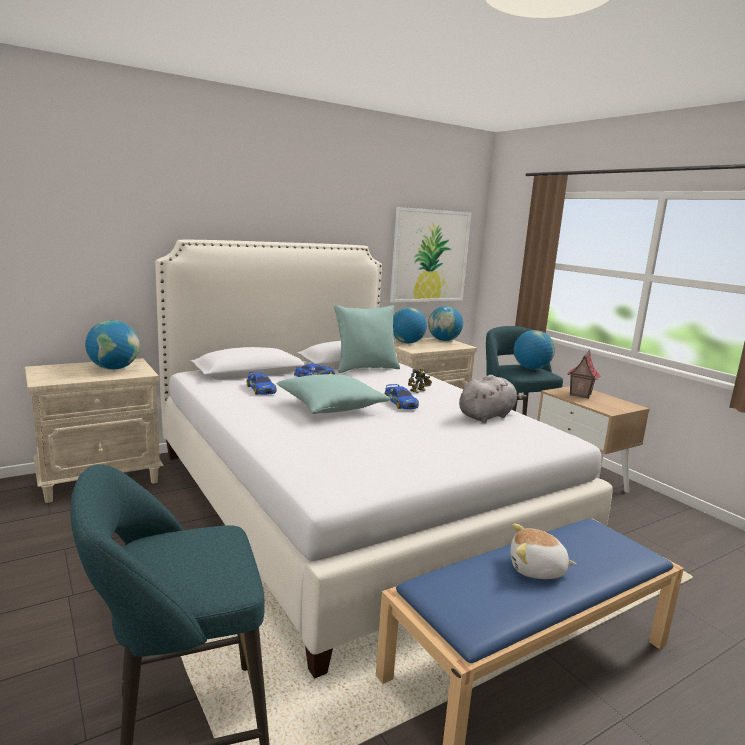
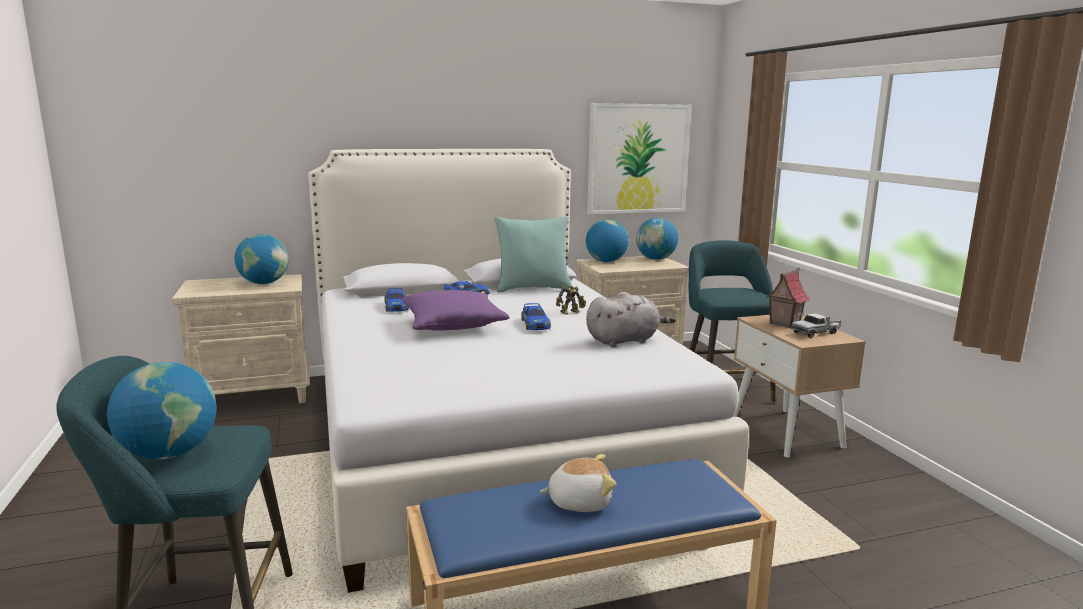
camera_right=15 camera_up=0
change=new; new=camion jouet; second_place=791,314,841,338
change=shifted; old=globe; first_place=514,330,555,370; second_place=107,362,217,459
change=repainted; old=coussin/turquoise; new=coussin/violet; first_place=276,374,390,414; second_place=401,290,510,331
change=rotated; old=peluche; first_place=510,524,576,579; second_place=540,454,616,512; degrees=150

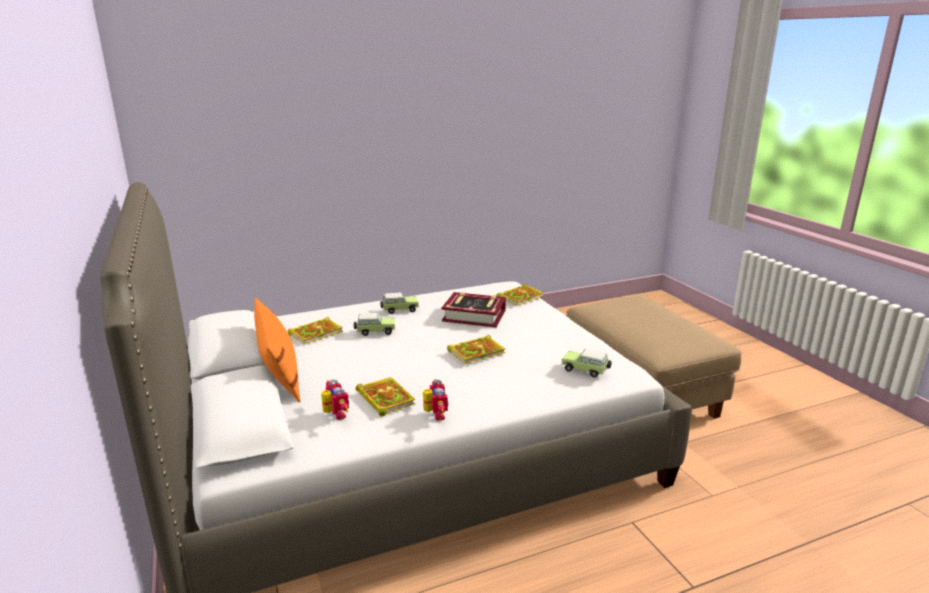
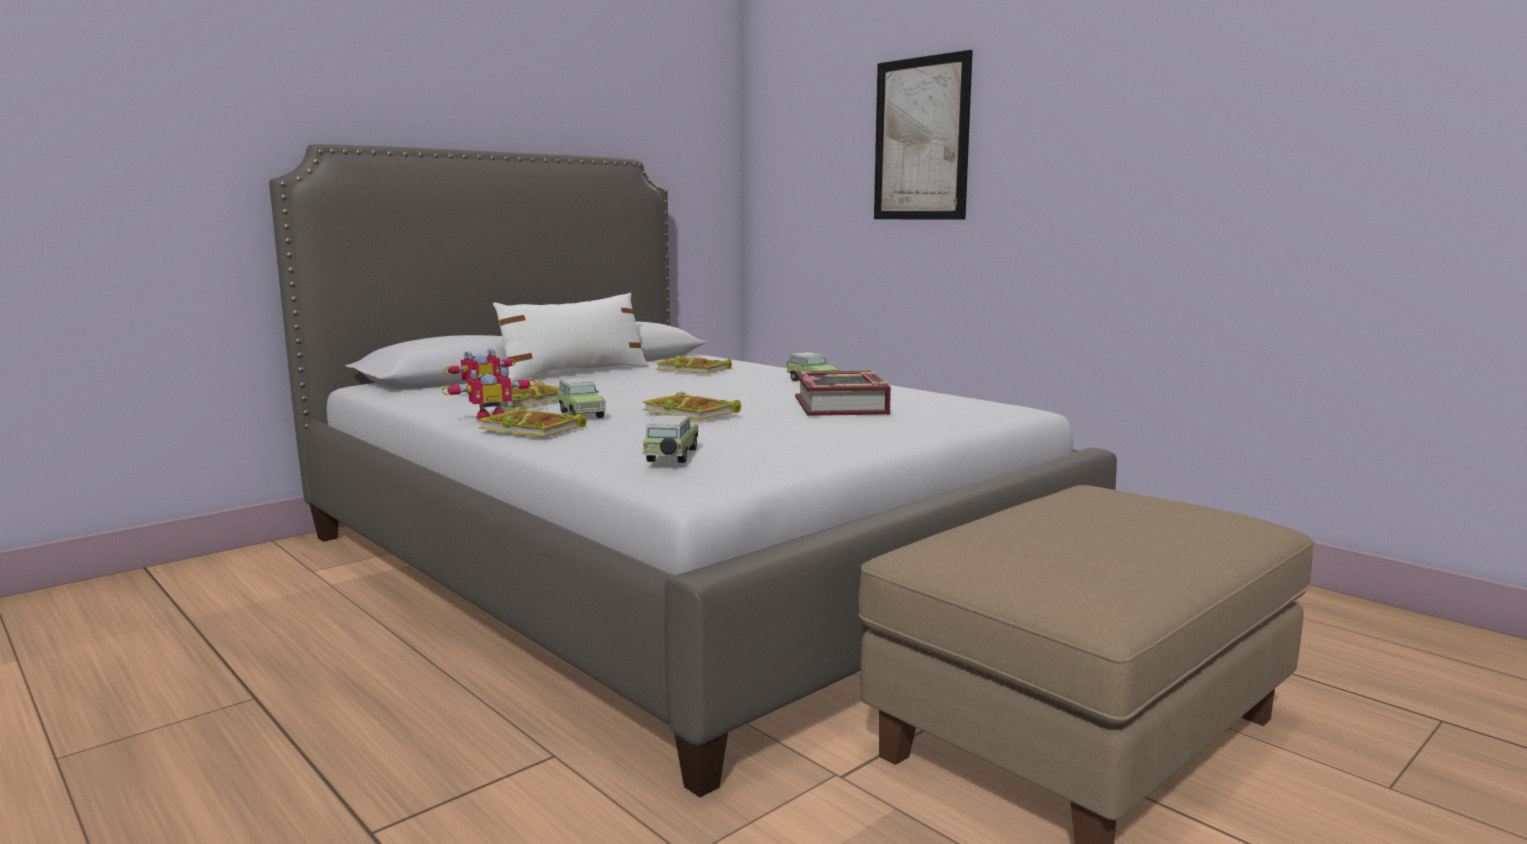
camera_right=70 camera_up=-10
change=new; new=tableau; second_place=874,50,973,220
change=shifted; old=petite voiture; first_place=354,313,395,336; second_place=557,378,606,418
change=shifted; old=livre; first_place=496,284,544,306; second_place=478,407,587,437
change=repainted; old=coussin/orange; new=coussin/blanc; first_place=254,298,301,402; second_place=493,292,649,383

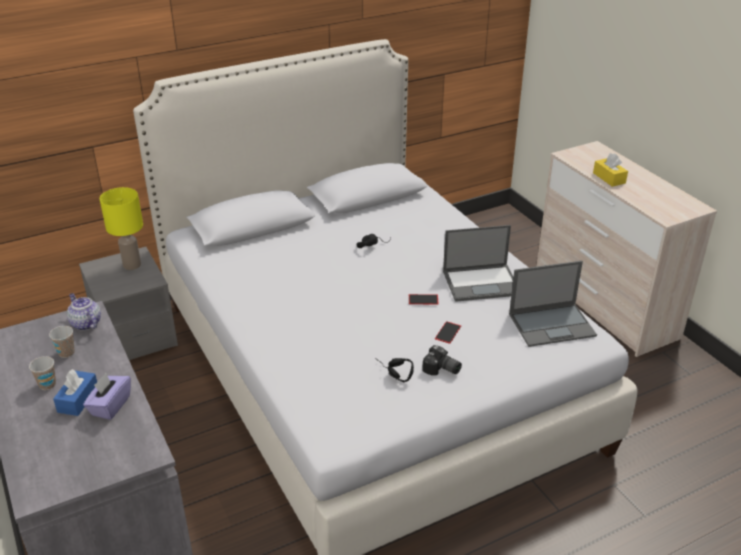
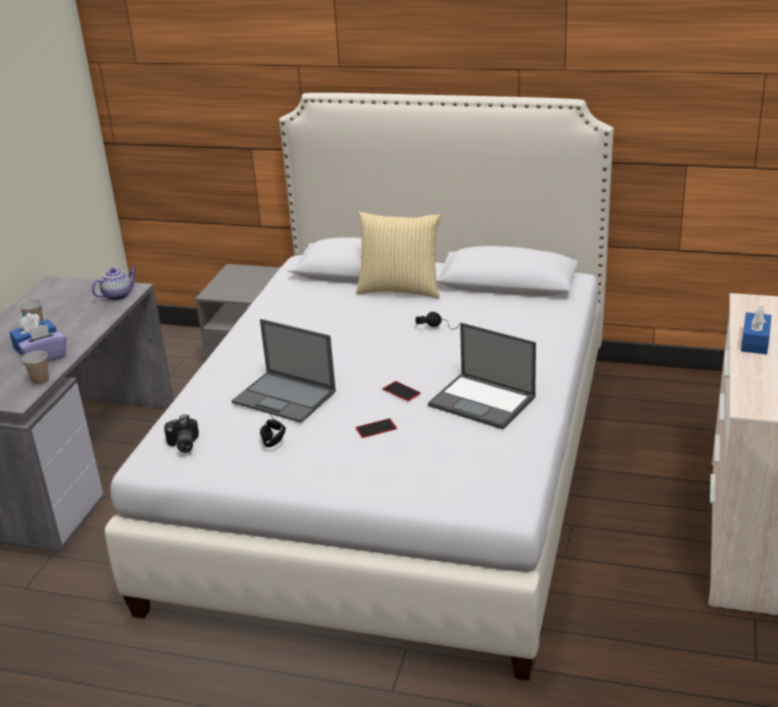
camera_right=45 camera_up=-5
change=gone; old=lampe de table/jaune; first_place=100,187,143,270
change=new; new=coussin; second_place=356,212,442,298
change=shifted; old=tasse; first_place=49,326,75,358; second_place=22,351,49,385
change=shifted; old=appareil photo; first_place=422,345,462,376; second_place=164,414,199,453
change=shifted; old=ordinateur portable; first_place=509,261,597,347; second_place=232,319,336,423
change=repainted; old=boîte à mouchoirs/jaune; new=boîte à mouchoirs/bleu; first_place=593,153,628,187; second_place=741,306,771,354
change=rotated; old=théière; first_place=67,293,101,331; second_place=92,267,136,301; degrees=45

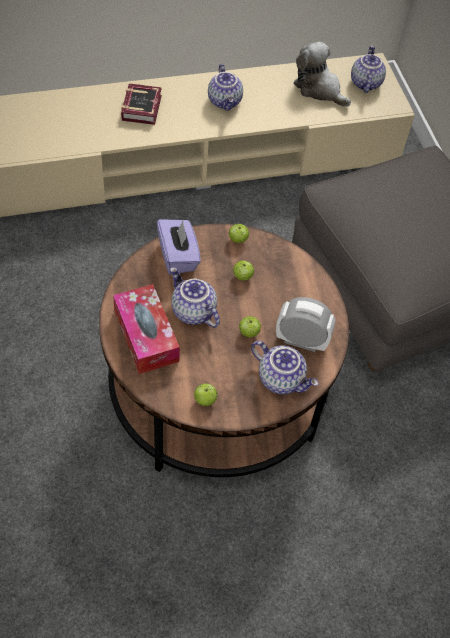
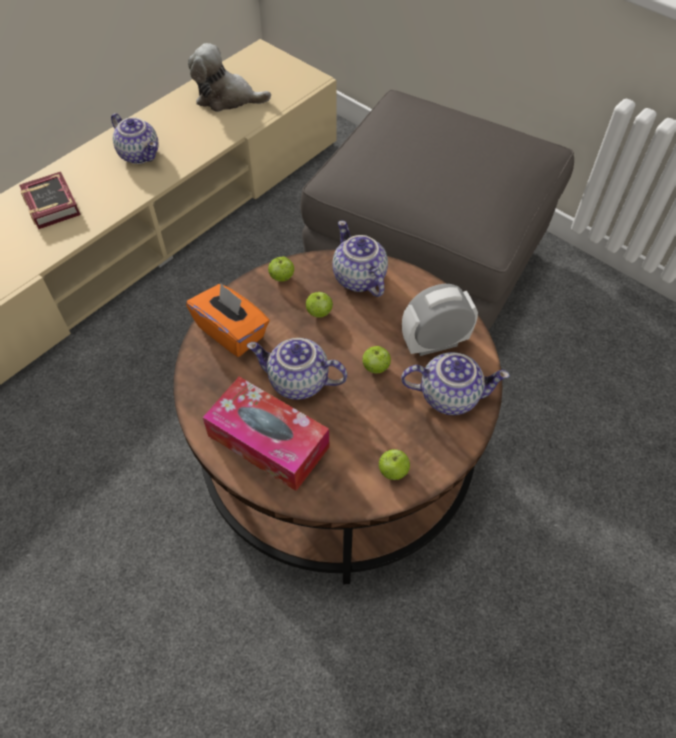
camera_right=-30 camera_up=0
change=shifted; old=théière; first_place=351,45,386,93; second_place=333,220,388,297
change=repainted; old=boîte à mouchoirs/violet; new=boîte à mouchoirs/orange; first_place=157,219,201,275; second_place=186,283,270,357

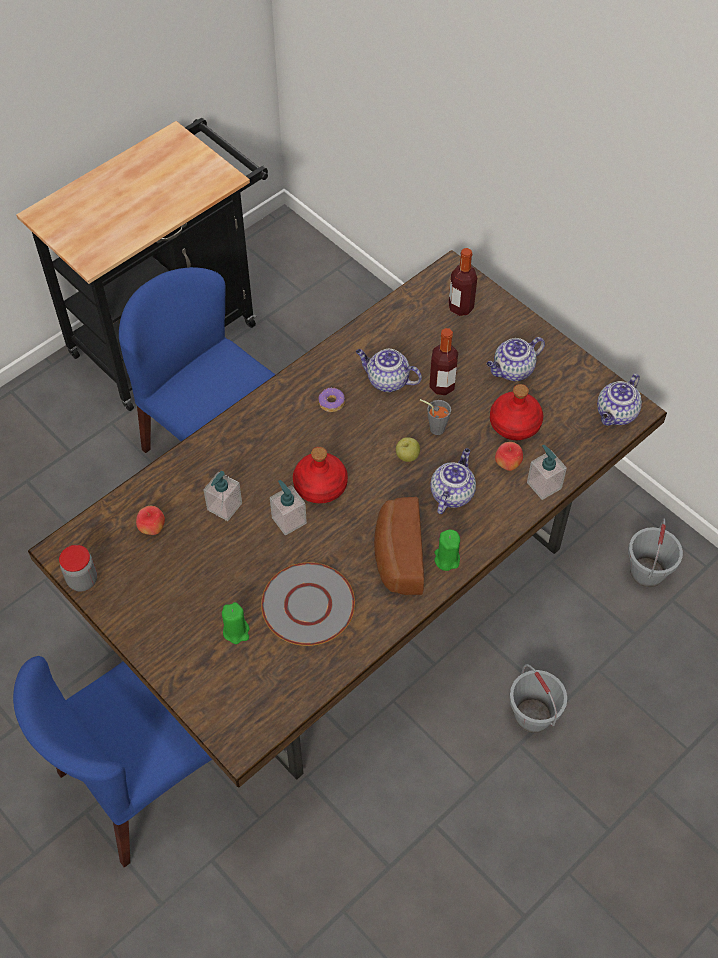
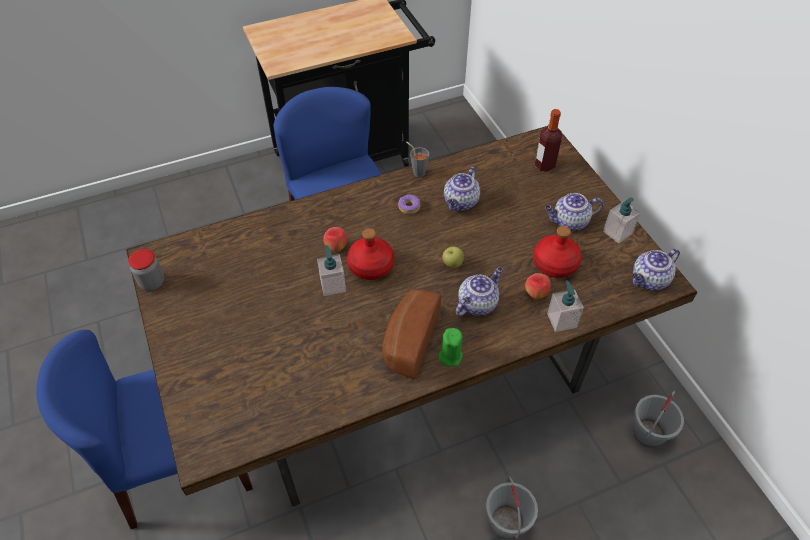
camera_right=20 camera_up=-5
change=gone; old=bougie/vert; first_place=222,602,249,644
change=gone; old=assiette/gris; first_place=261,562,355,646
change=gone; old=bouteille; first_place=429,328,458,395
change=shifted; old=pomme; first_place=136,506,165,535; second_place=323,227,347,252
change=shifted; old=distributeur de savon; first_place=203,471,242,521; second_place=603,197,640,244
change=shifted; old=tasse/gris; first_place=420,399,451,435; second_place=406,141,429,178
change=rotated; old=théière; first_place=356,349,422,392; second_place=444,167,480,211; degrees=-105

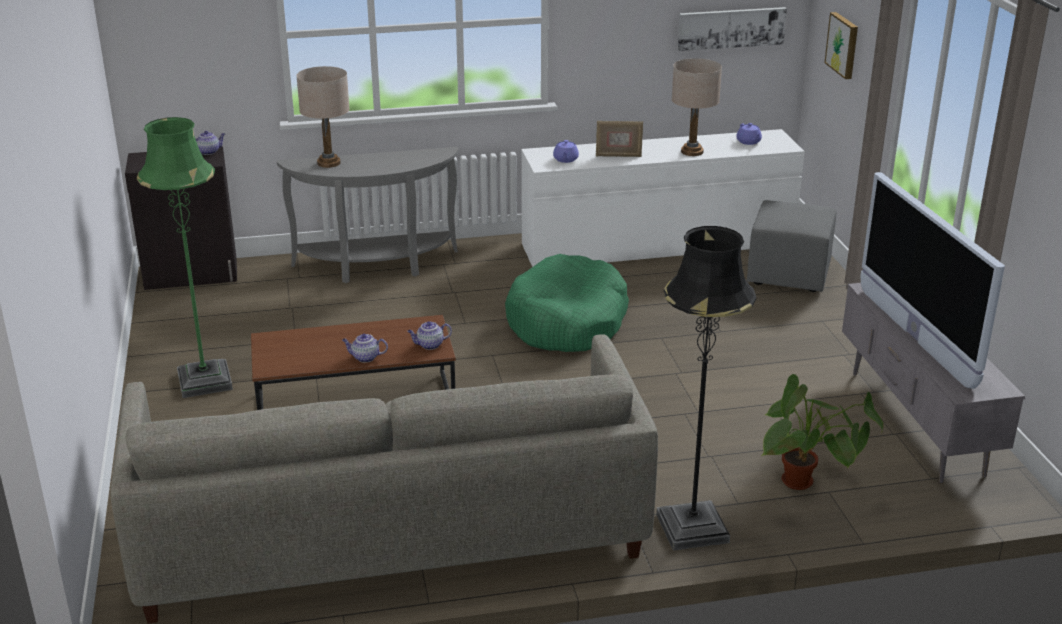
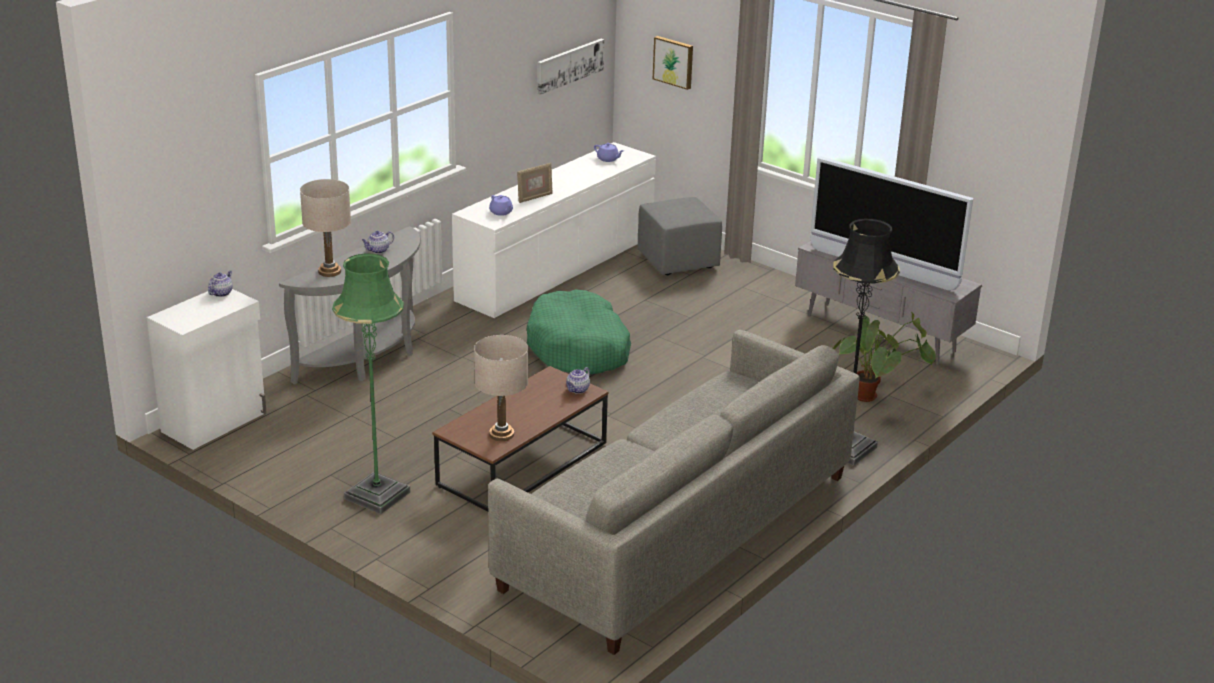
camera_right=-40 camera_up=0
change=shifted; old=théière; first_place=342,334,388,363; second_place=361,231,394,254
change=shifted; old=lampe de table/beige; first_place=672,58,722,156; second_place=474,335,528,441
change=repainted; old=meuble de rangement/noir; new=meuble de rangement/blanc; first_place=125,146,237,290; second_place=147,289,267,450

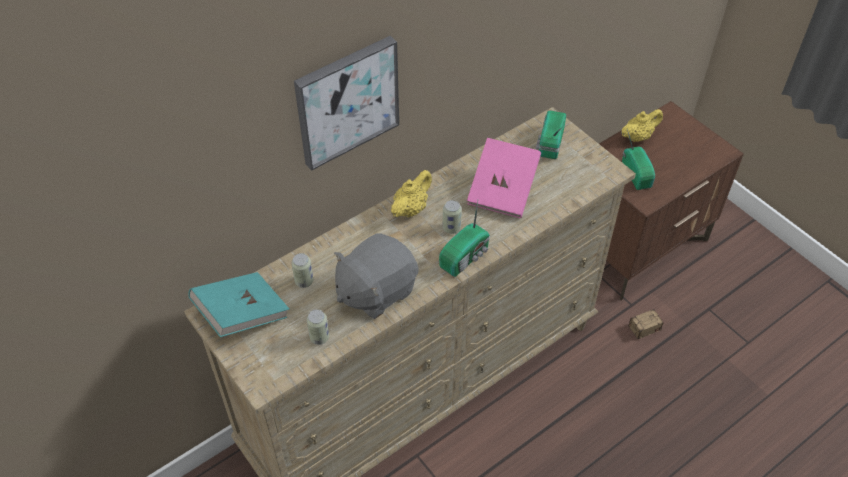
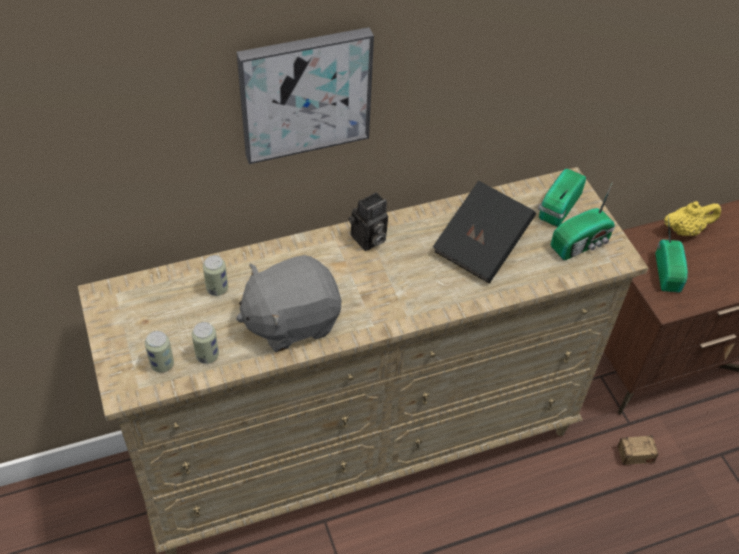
camera_right=15 camera_up=0
change=gone; old=livre/turquoise; first_place=189,272,289,337
change=shifted; old=radio; first_place=439,201,490,277; second_place=551,182,615,260
change=shifted; old=boîte métallique; first_place=442,200,462,234; second_place=145,331,174,373
change=swapped; old=théière/jaune; new=appareil photo; first_place=391,170,432,218; second_place=349,192,388,251
change=repainted; old=livre/rose; new=livre/noir; first_place=467,138,541,218; second_place=433,181,536,283

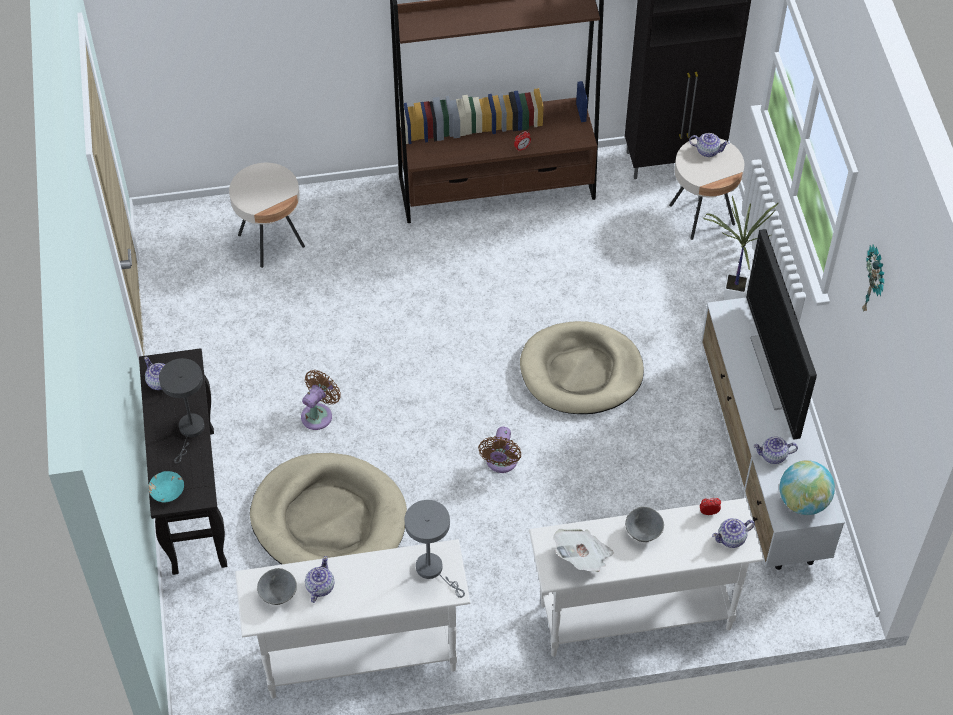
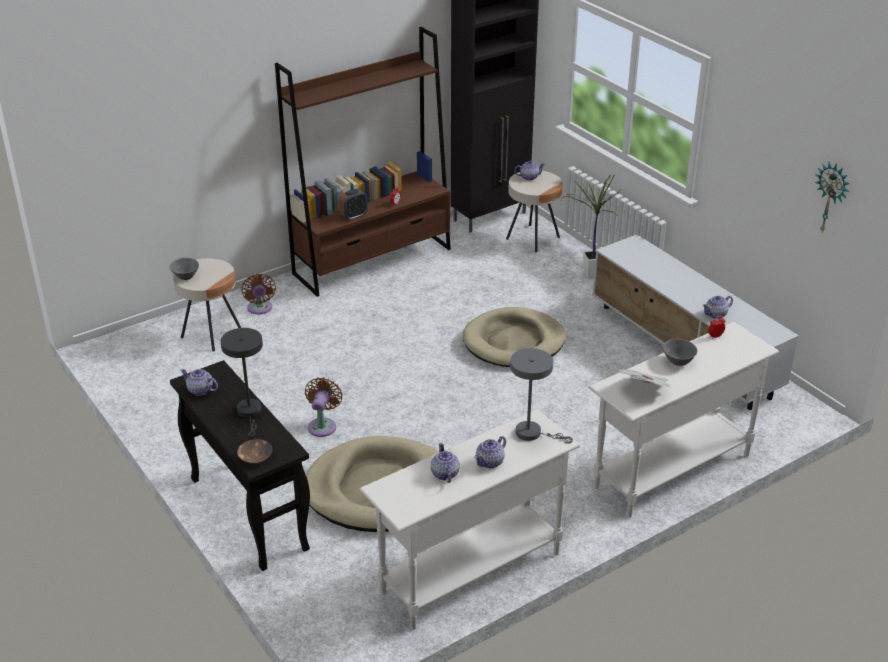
camera_right=-25 camera_up=-20
change=gone; old=téléviseur; first_place=746,229,817,439
change=gone; old=globe; first_place=780,460,835,515
change=new; new=réveil; second_place=338,189,368,221
change=shifted; old=bol/gris; first_place=257,568,297,605; second_place=170,258,199,280
change=shifted; old=ventilateur/marron; first_place=478,427,521,473; second_place=241,274,276,314
change=shifted; old=théière; first_place=712,518,755,548; second_place=474,436,506,468
change=shifted; old=horloge murale; first_place=862,244,884,312; second_place=815,162,850,232
change=repainted; old=bol/turquoise; new=bol/marron; first_place=148,471,184,502; second_place=237,439,273,463

